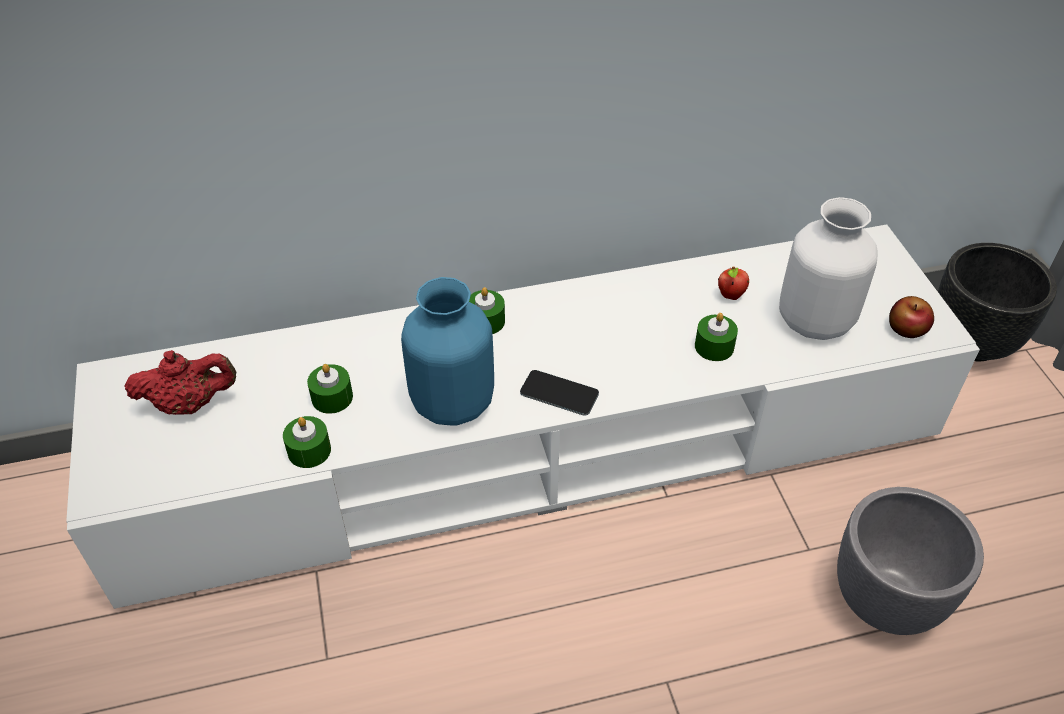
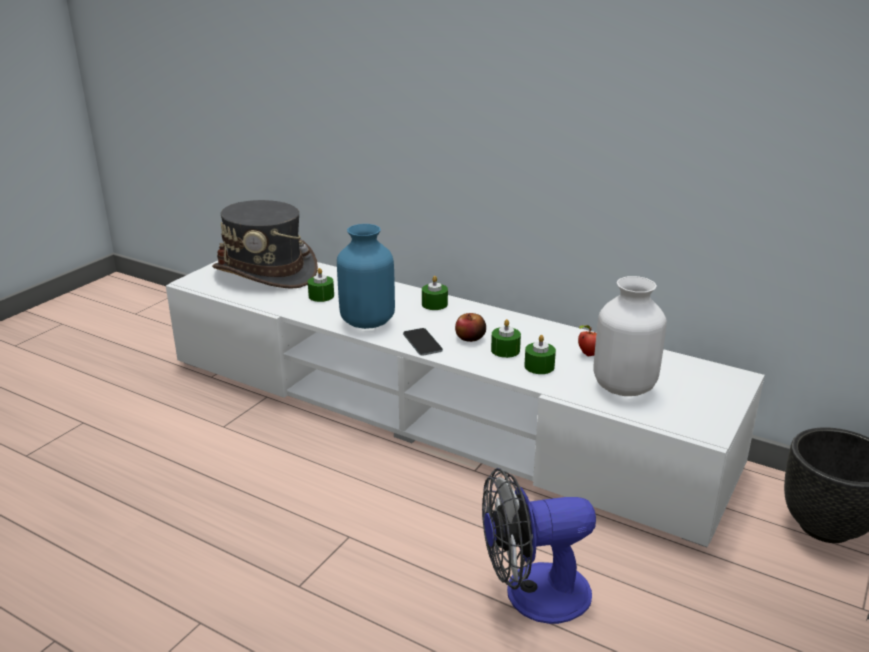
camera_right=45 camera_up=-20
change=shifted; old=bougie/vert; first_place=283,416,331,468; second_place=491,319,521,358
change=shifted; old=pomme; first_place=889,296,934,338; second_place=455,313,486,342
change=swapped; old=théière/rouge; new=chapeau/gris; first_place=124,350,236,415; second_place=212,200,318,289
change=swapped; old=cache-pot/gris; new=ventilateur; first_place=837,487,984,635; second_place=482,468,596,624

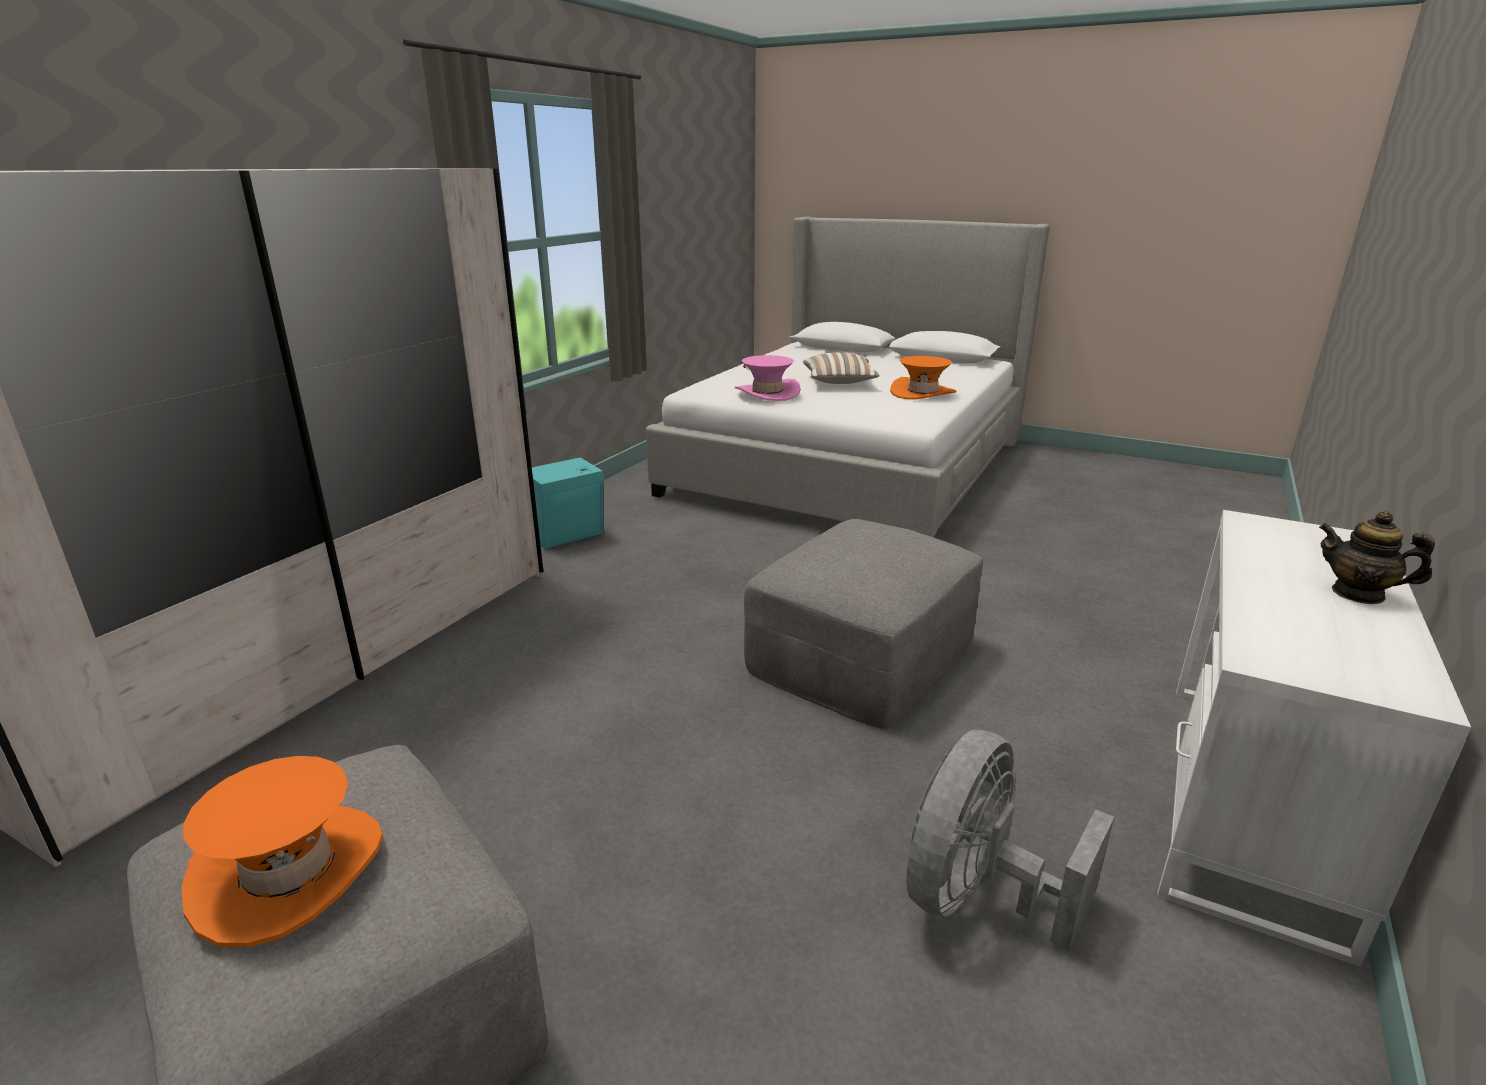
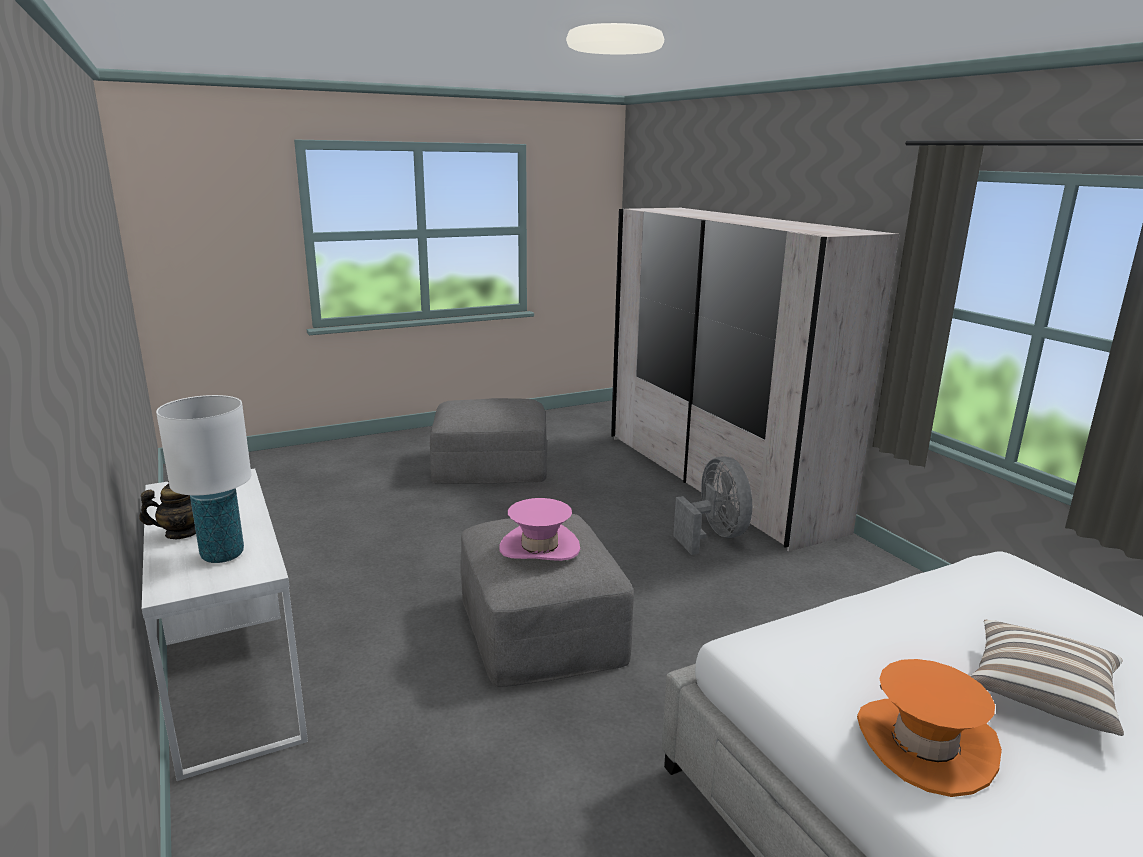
camera_right=125 camera_up=-5
change=gone; old=chapeau/orange; first_place=181,756,383,947
change=gone; old=enceinte/turquoise; first_place=532,456,604,549
change=new; new=lampe de table/blanc; second_place=156,395,251,563
change=shifted; old=chapeau/rose; first_place=735,355,801,401; second_place=499,498,580,561
change=shifted; old=ventilateur/gris; first_place=906,729,1114,951; second_place=673,456,752,555

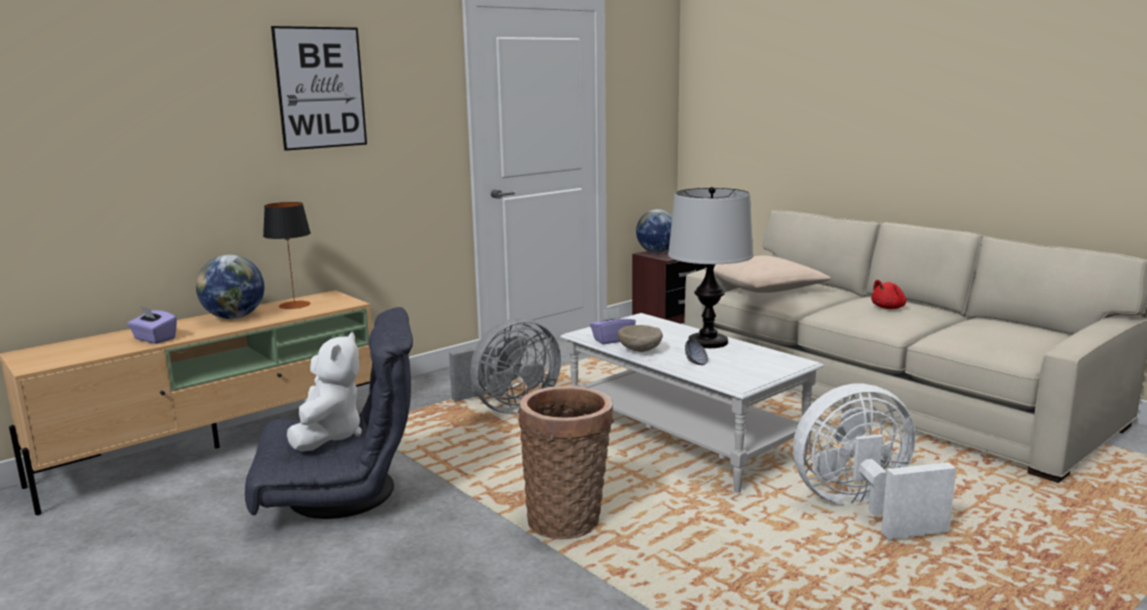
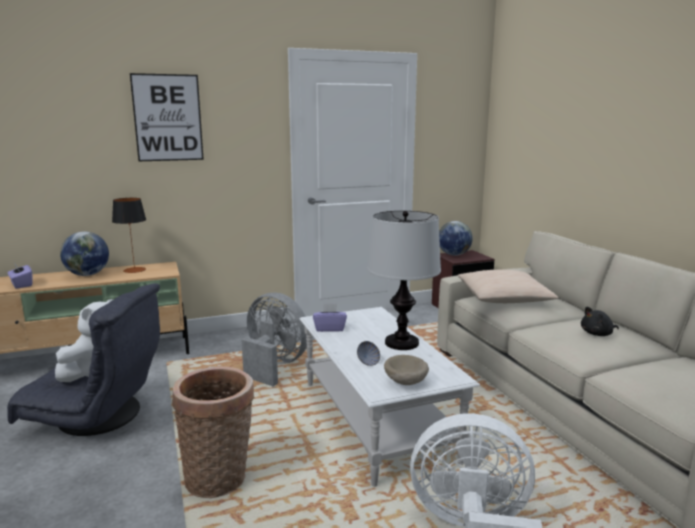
camera_right=20 camera_up=0
change=shifted; old=bol/beige; first_place=618,325,663,352; second_place=384,355,429,385
change=repainted; old=peluche/rouge; new=peluche/noir; first_place=871,280,907,309; second_place=581,307,619,336
change=rotated; old=ventilateur/gris; first_place=449,318,561,414; second_place=242,293,307,386; degrees=-135

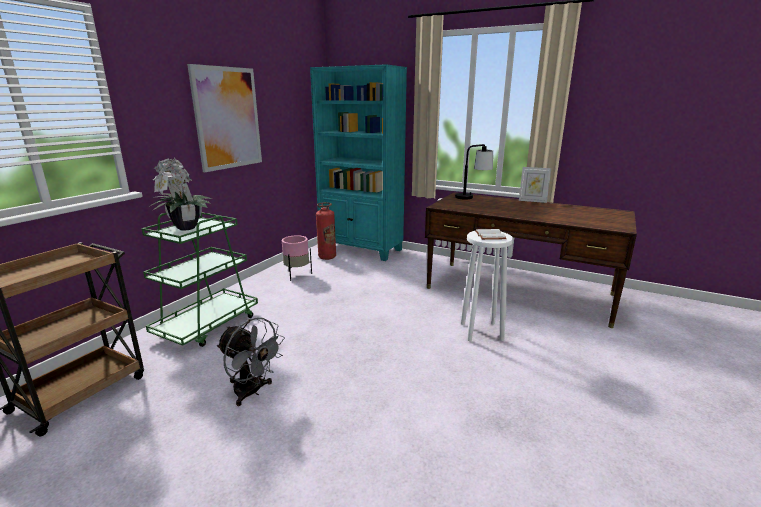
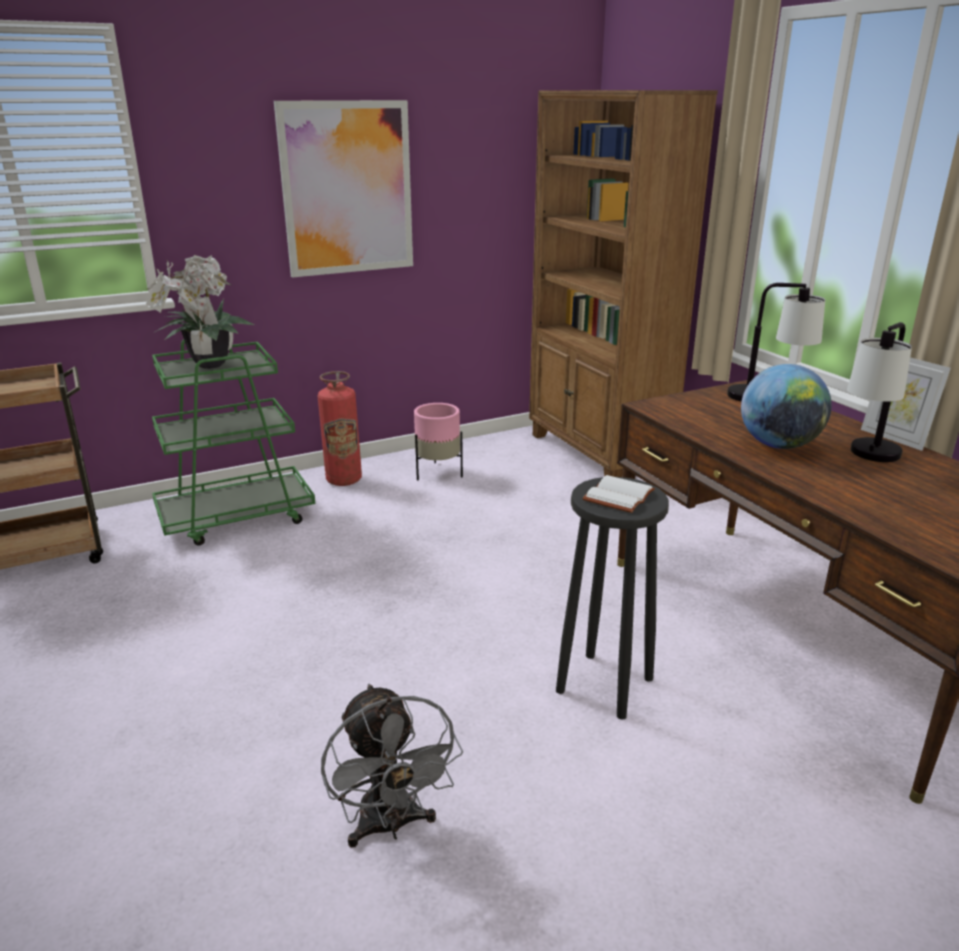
camera_right=35 camera_up=5
change=new; new=globe; second_place=741,364,832,449
change=new; new=lampe de table; second_place=847,322,912,462
change=shifted; old=ventilateur/gris; first_place=217,317,285,406; second_place=321,684,463,847
change=shifted; old=extincteur; first_place=316,202,336,260; second_place=318,371,362,486
change=repainted; old=bibliothèque/turquoise; new=bibliothèque/marron; first_place=310,64,407,261; second_place=529,90,718,477
change=repainted; old=tabouret/blanc; new=tabouret/noir; first_place=461,231,513,341; second_place=556,477,669,719

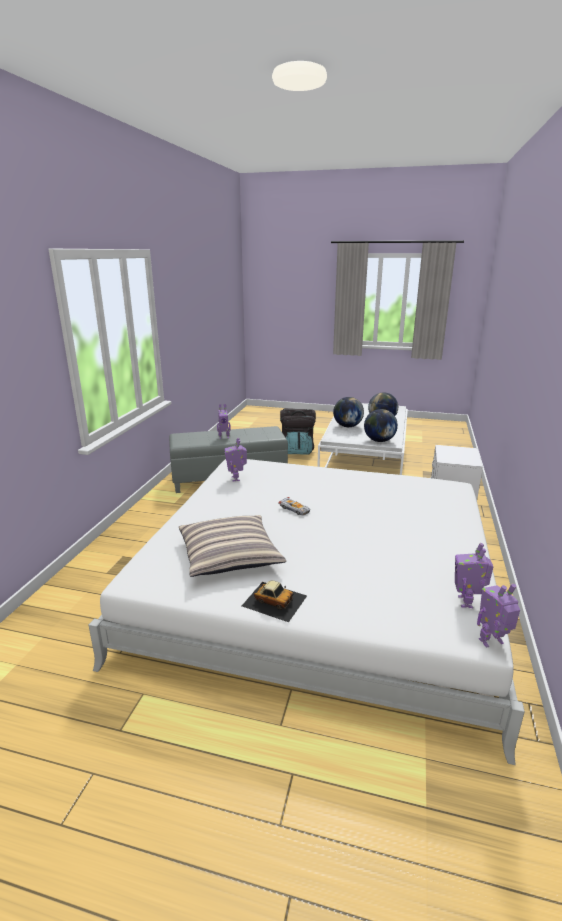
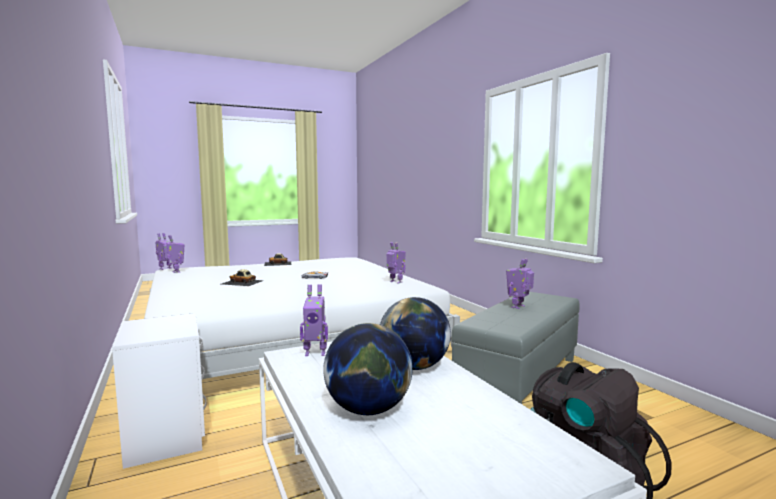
camera_right=140 camera_up=-15
change=gone; old=coussin; first_place=179,515,286,577
change=new; new=petite voiture; second_place=222,269,264,286
change=swapped; old=globe; new=robot jouet; first_place=364,409,398,442; second_place=300,285,328,356

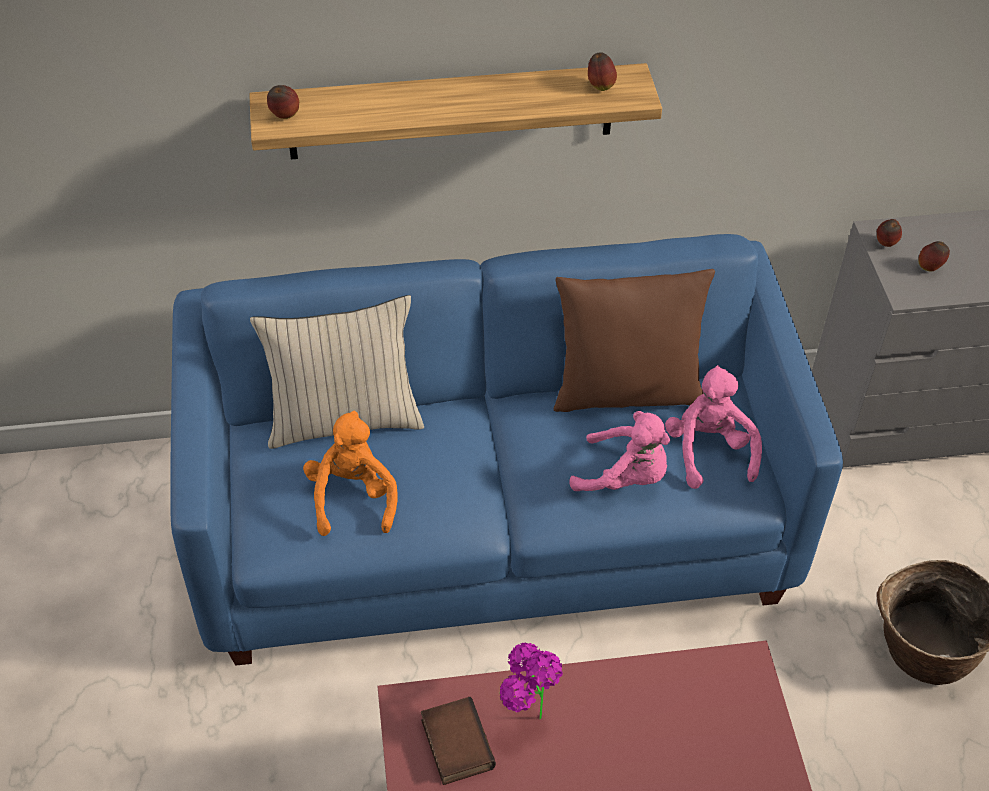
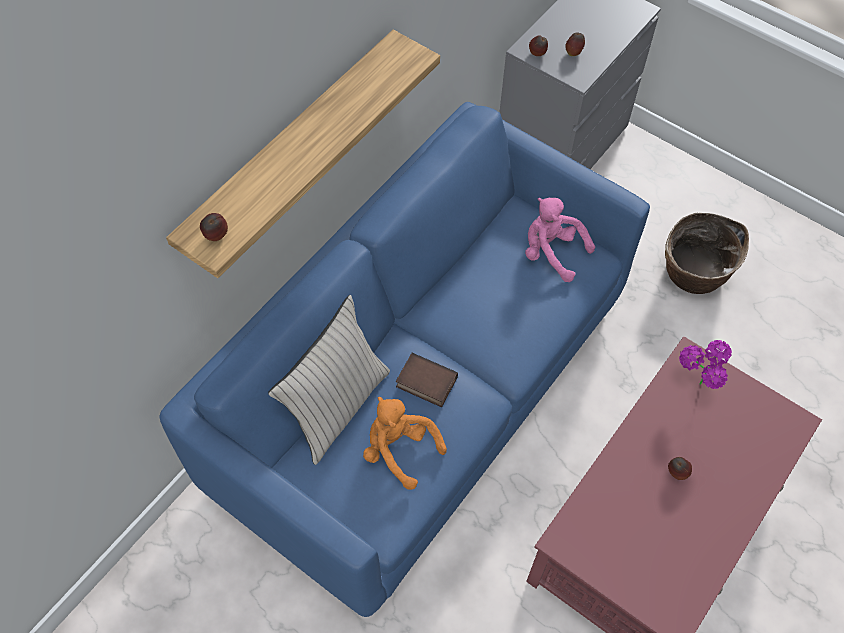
camera_right=-45 camera_up=10
change=gone; old=coussin/marron; first_place=554,269,715,412
change=gone; old=peluche/rose; first_place=569,411,670,491
change=shifted; old=livre; first_place=421,697,496,785; second_place=396,353,458,407
change=shifted; old=plante en pot; first_place=500,643,563,719; second_place=679,340,732,389
change=shifted; old=pomme; first_place=588,52,617,91; second_place=668,457,692,480

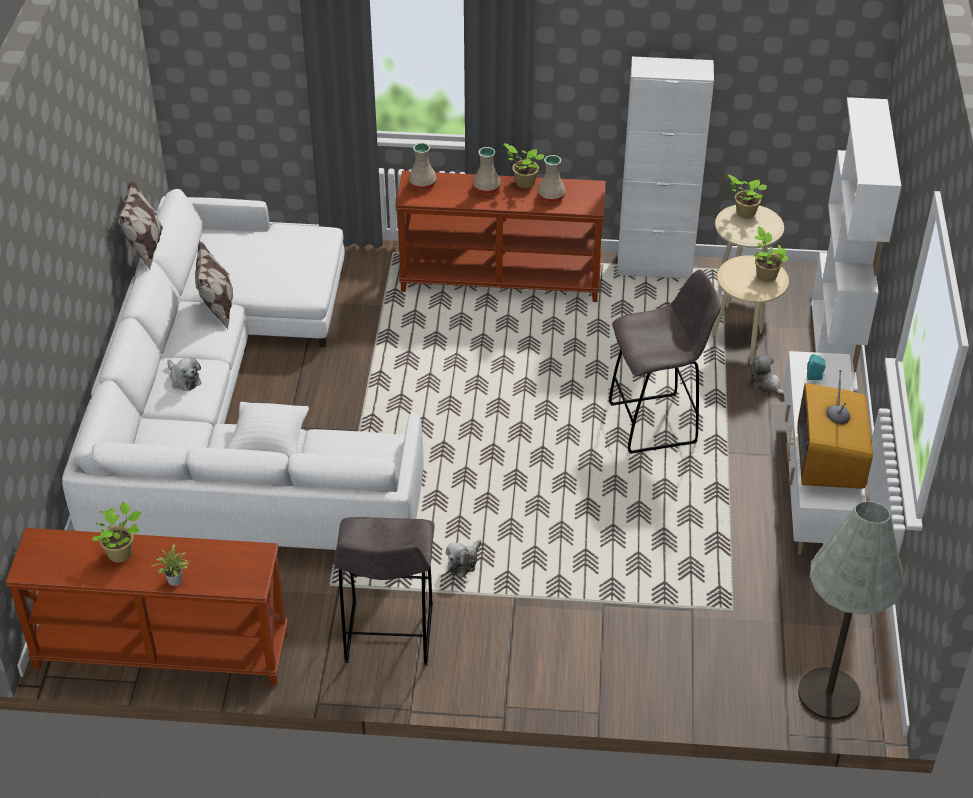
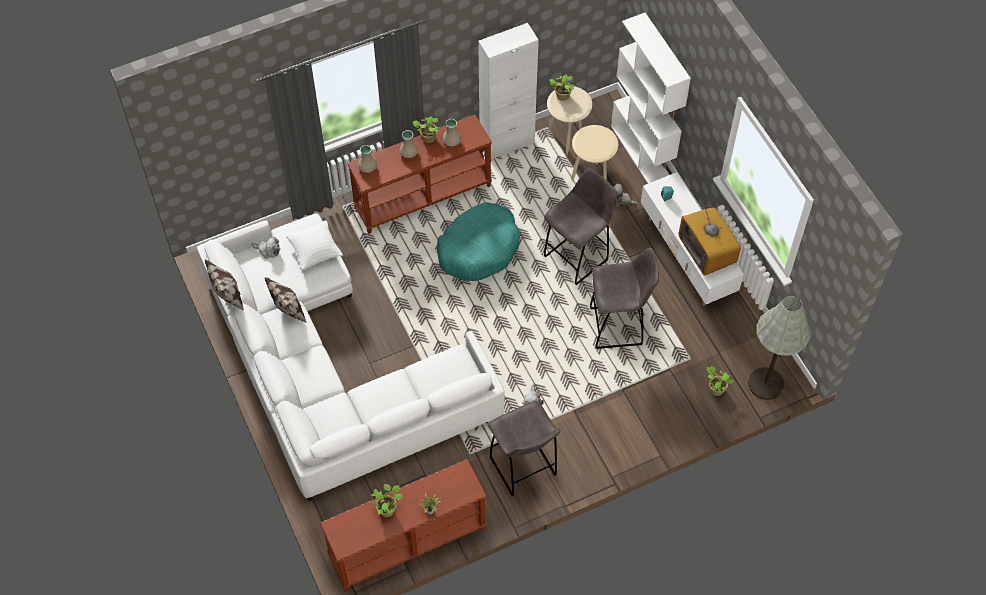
camera_right=-30 camera_up=15
change=new; new=panier pour chien/turquoise; second_place=437,202,520,281
change=new; new=tabouret/gris; second_place=590,248,659,349
change=shifted; old=peluche; first_place=167,357,201,391; second_place=251,237,280,259
change=shifted; old=coussin/blanc; first_place=227,402,309,458; second_place=286,220,343,270
change=shifted; old=plante en pot; first_place=754,227,789,282; second_place=706,366,734,396

